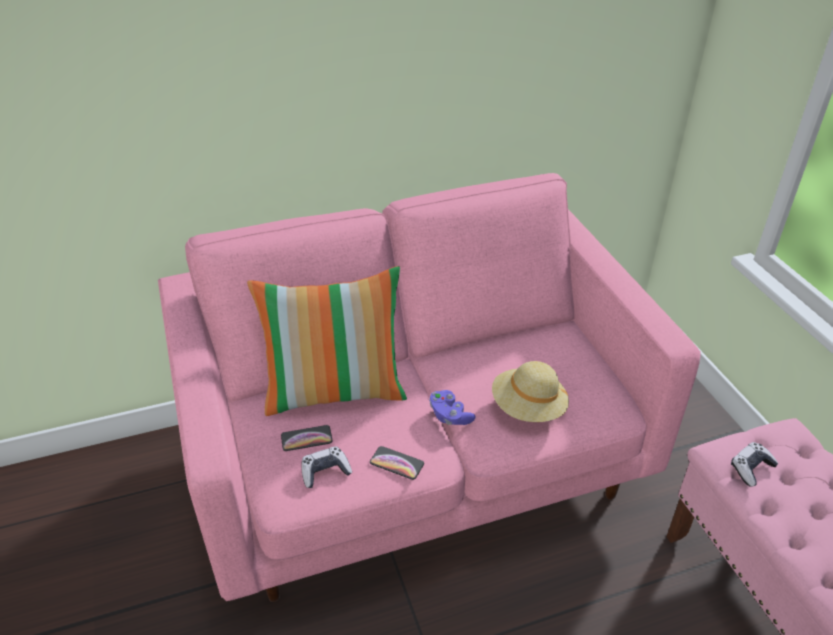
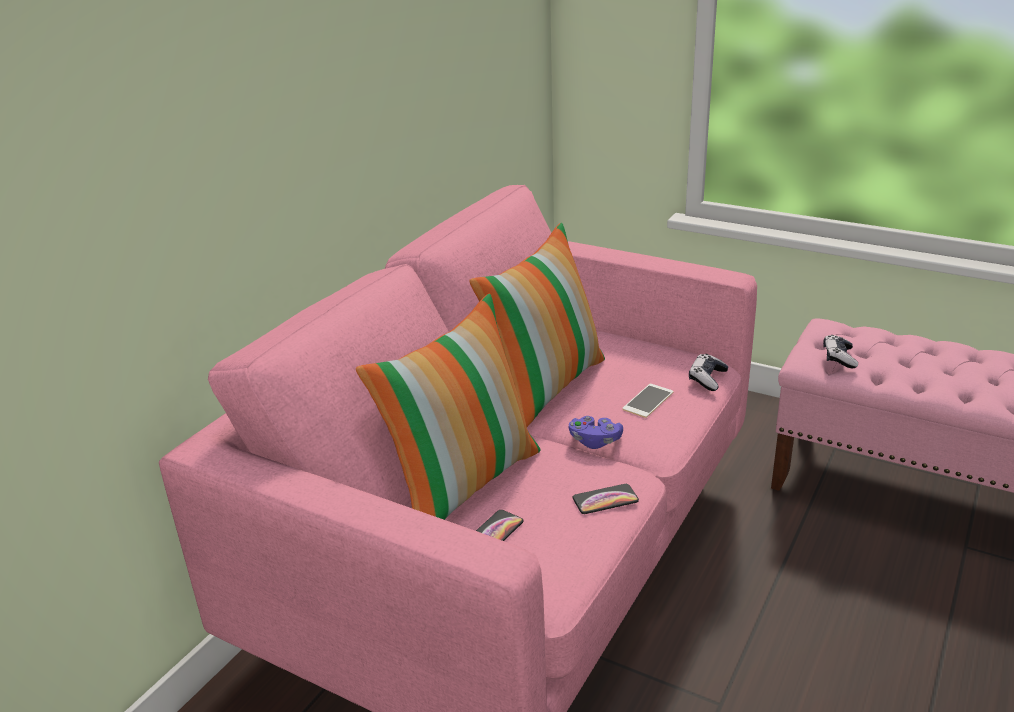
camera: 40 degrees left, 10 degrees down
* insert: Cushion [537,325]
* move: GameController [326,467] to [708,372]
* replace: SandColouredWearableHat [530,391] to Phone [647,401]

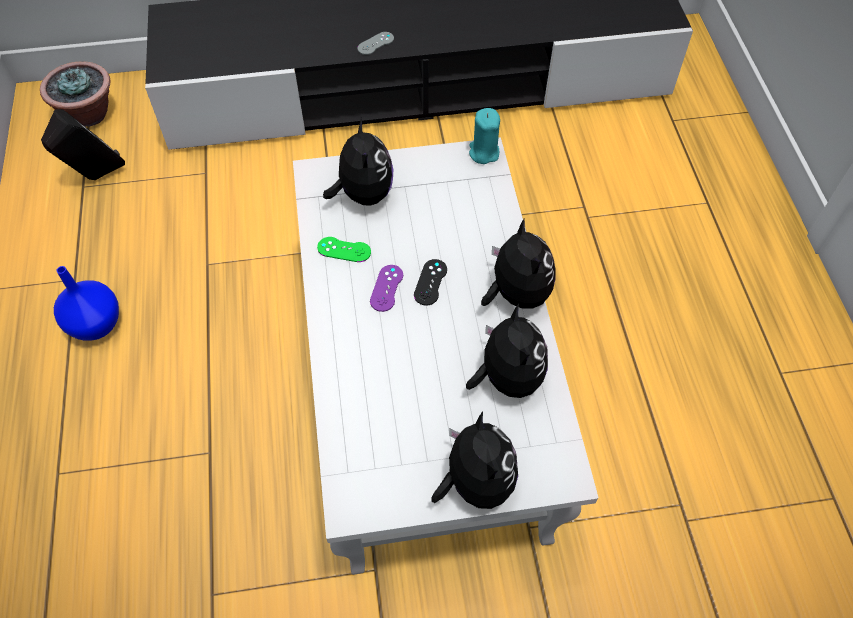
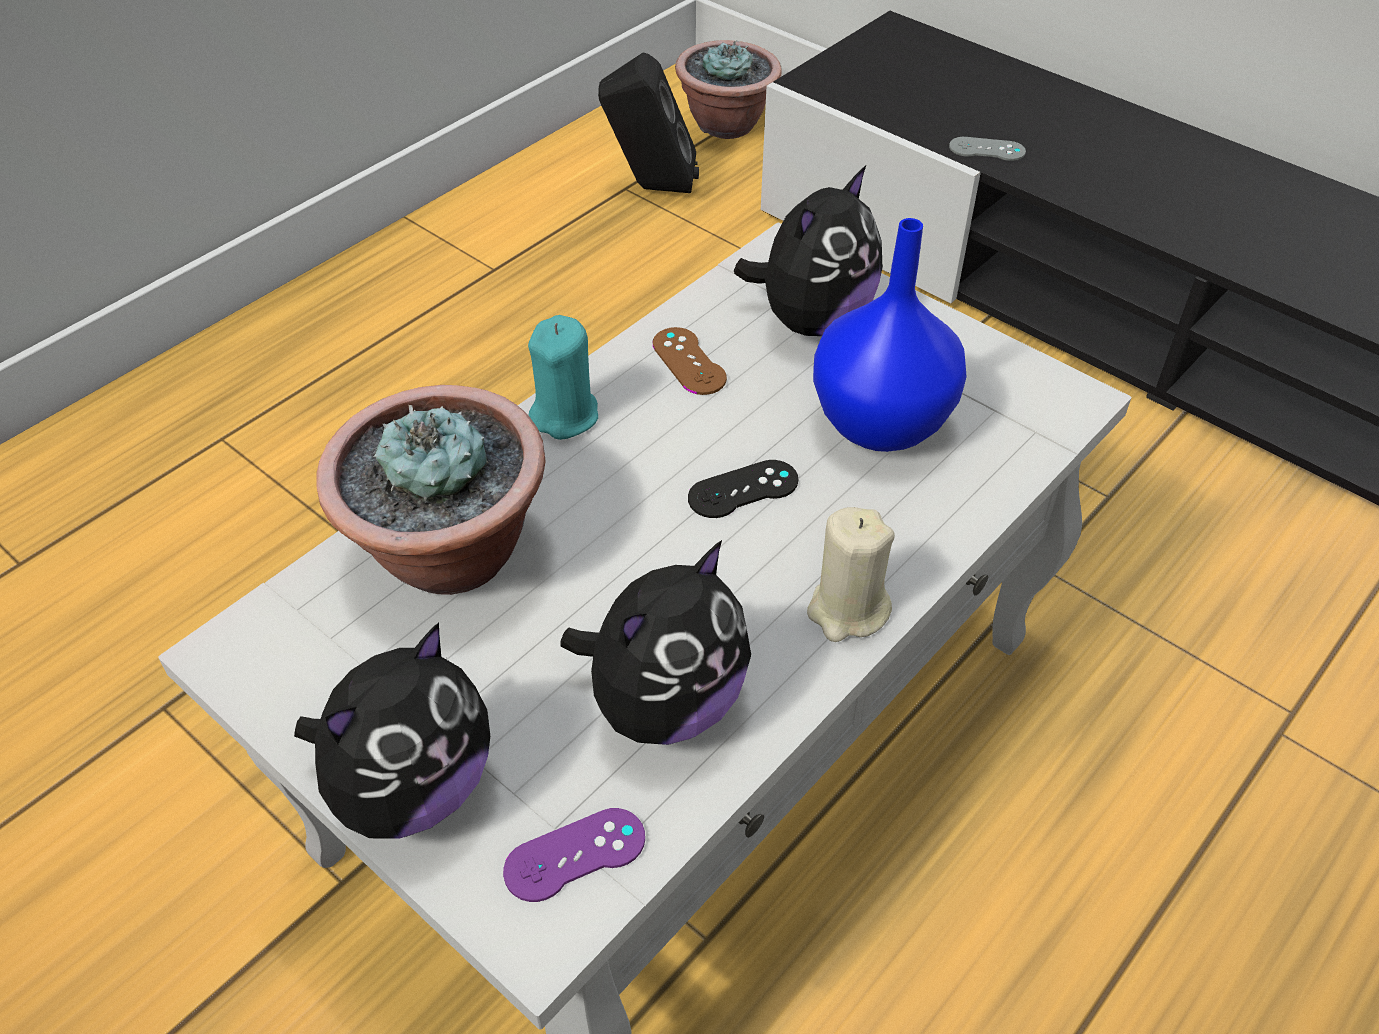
camera: 50 degrees right, 10 degrees down
* insert: Houseplant [431,490]
* move: BluishVase [86,303] to [890,335]
* move: GreyGameController [375,43] to [987,149]
* move: PurpleGameController [386,288] to [574,855]
* move: TurquoiseCandle [484,136] to [563,377]
* replace: CuddlyToy [518,262] to SandColouredCandle [851,574]
* recolor: GreenColouredGameController [344,249] to BrownGameController [690,361]

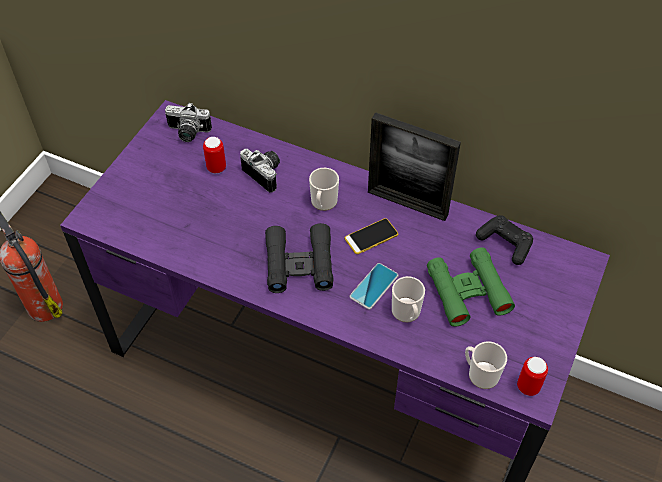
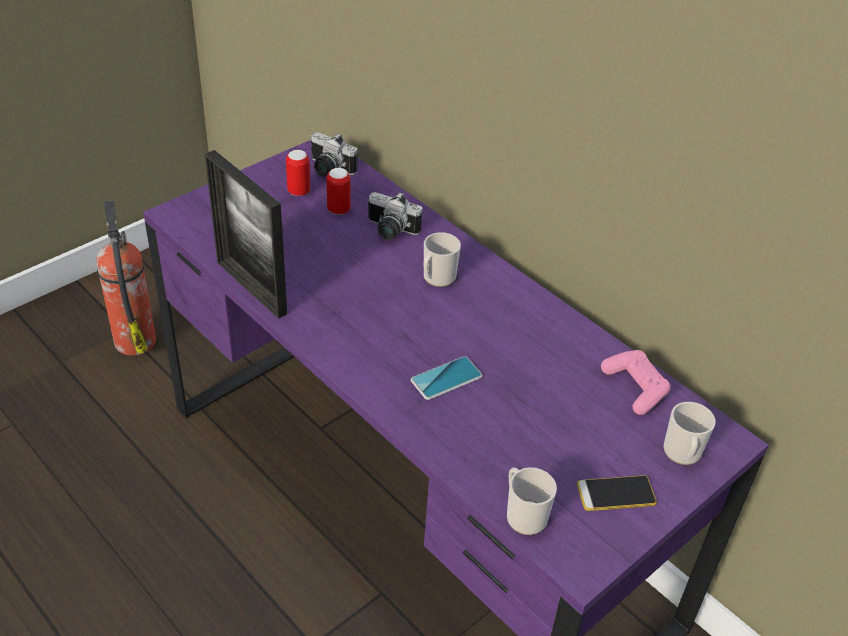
camera: 20 degrees right, 10 degrees down
* delete: BlackishPairOfBinoculars [299,258]
* delete: GreenColouredPairOfBinoculars [471,287]
* move: Phone [371,236] to [617,493]
* move: StandingFrame [414,166] to [246,234]
* move: CoffeeMug [408,299] to [689,433]
* move: SealedCan [532,376] to [298,173]
* recolor: BlackishGameController [504,240] to PinkishGameController [636,382]
* rotate: StillCamera [260,171] = [395,216] 135 degrees clockwise

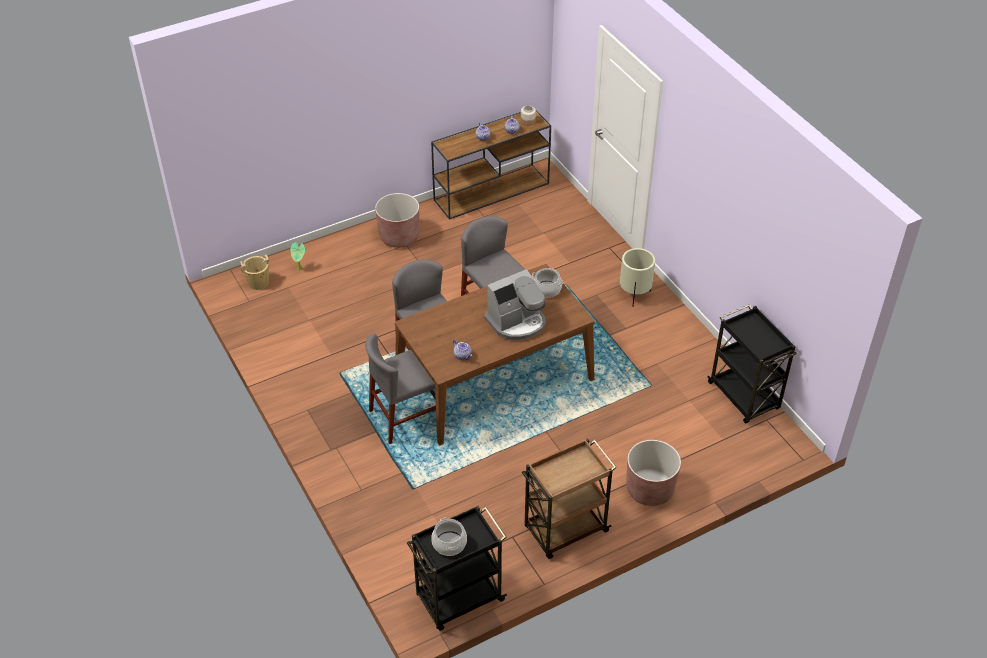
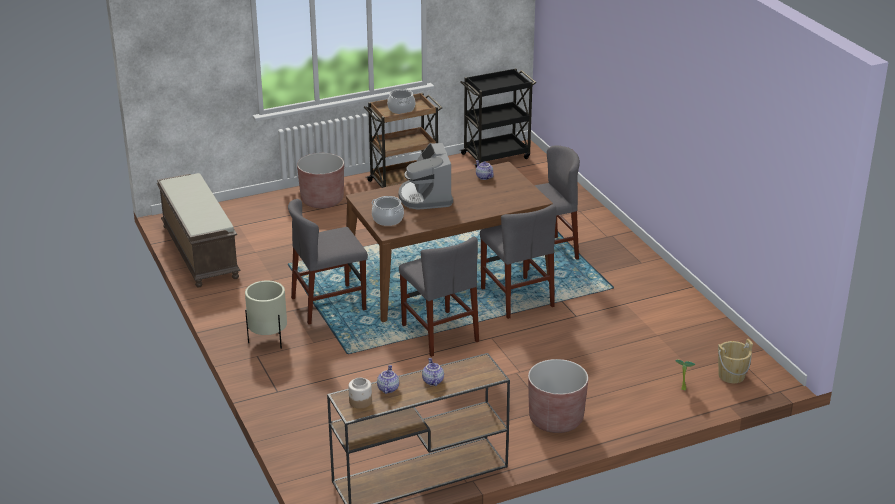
camera: 175 degrees left, 15 degrees down
* insert: GreyPlainChair [328,261]
* move: Stockpot [449,536] to [401,101]
* replace: BlackishCart [752,364] to BrownBench [199,230]
* rotate: CoffeeMaker [515,304] = [425,176] 75 degrees counterclockwise

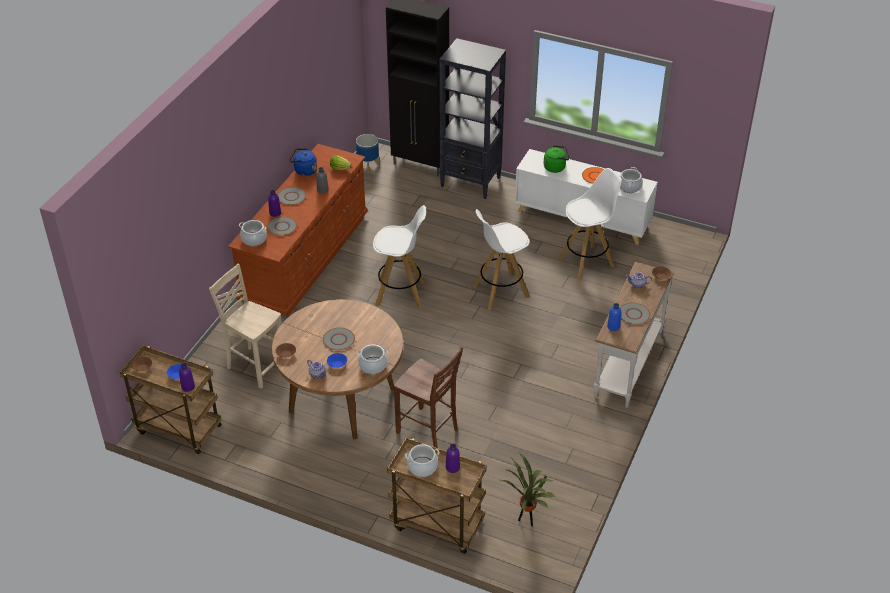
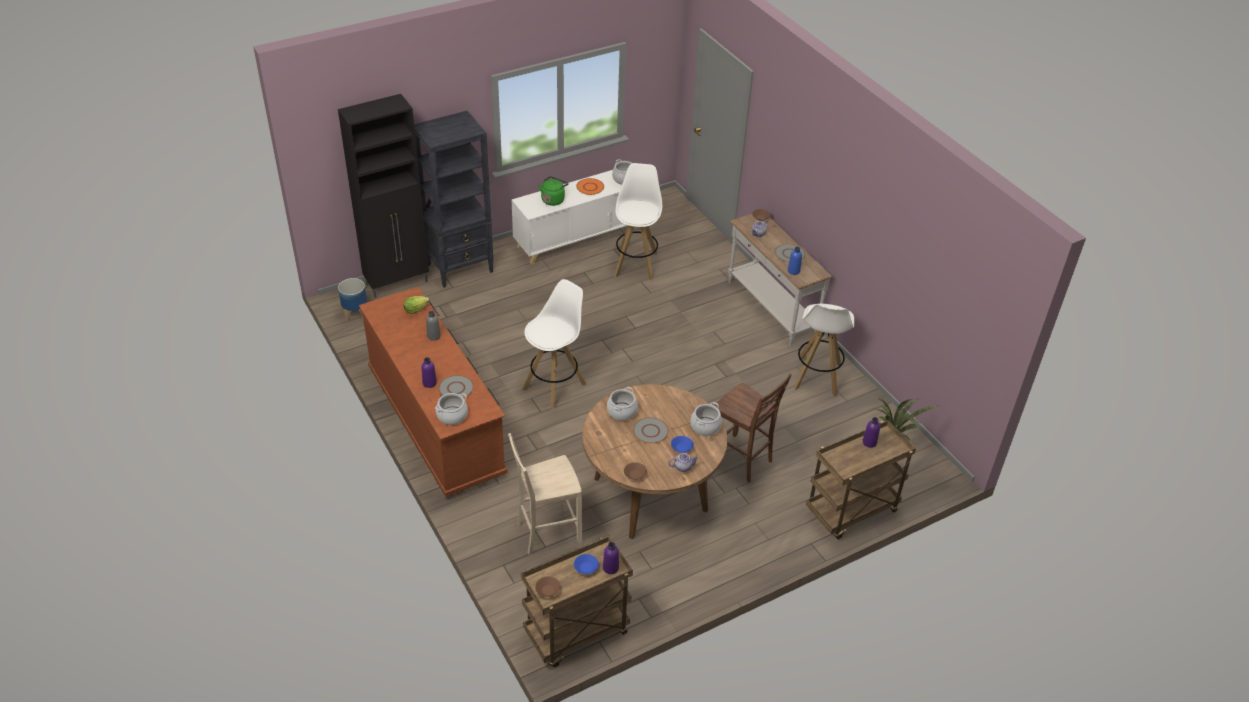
camera: 55 degrees left, 0 degrees up
* delete: GreyPlate [292,196]
* delete: BluishWaterKettle [303,162]
* move: Stockpot [422,460] to [622,404]
* move: WhiteColouredStool [501,259] to [824,350]
* rotate: BrownPlainChair [429,397] = [753,427] 60 degrees clockwise

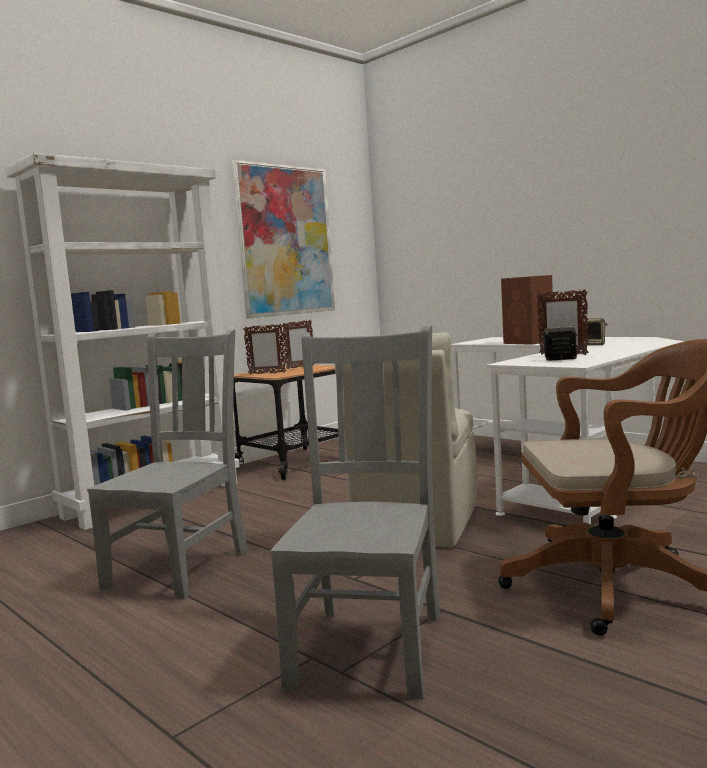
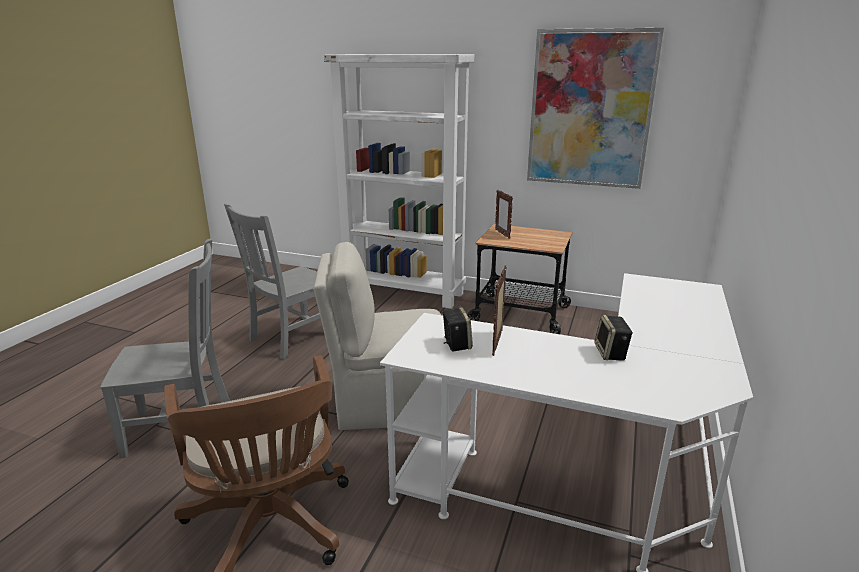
camera: 65 degrees right, 15 degrees up
* delete: StandingFrame [299,344]
* delete: BrownLoudspeaker [527,310]
* rotate: GreyPlainChair [167,464] = [272,281] 135 degrees clockwise

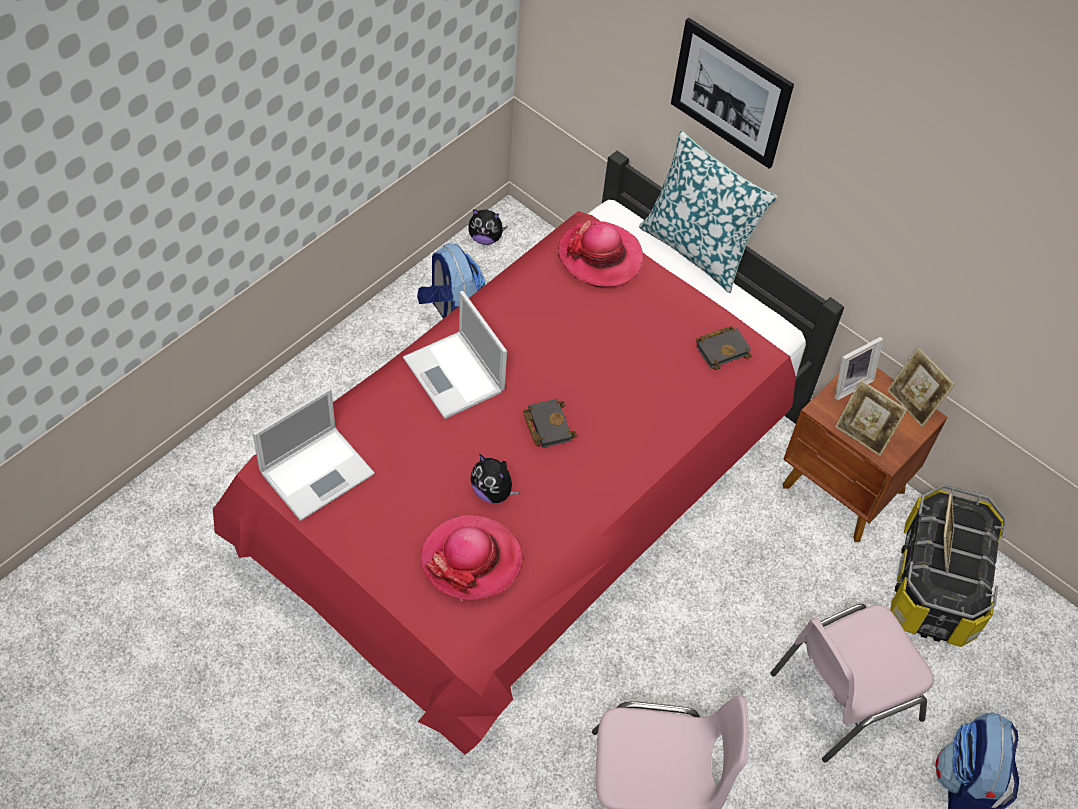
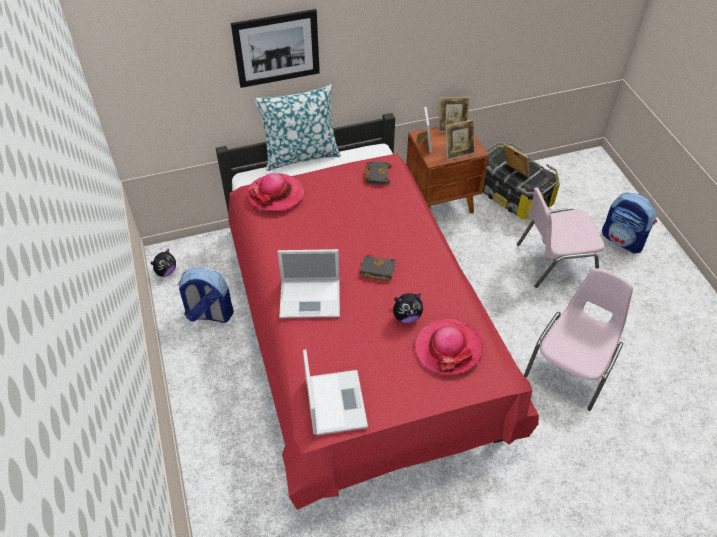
camera: 55 degrees left, 5 degrees down
* rotate: PinkishPlainChair [852,683] = [561,237] 75 degrees clockwise

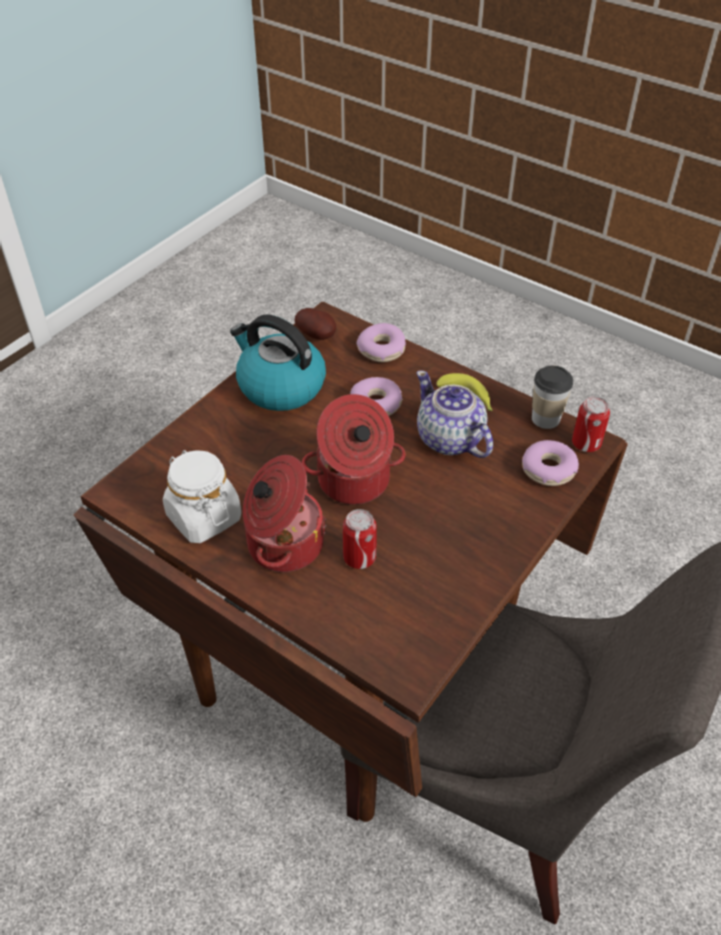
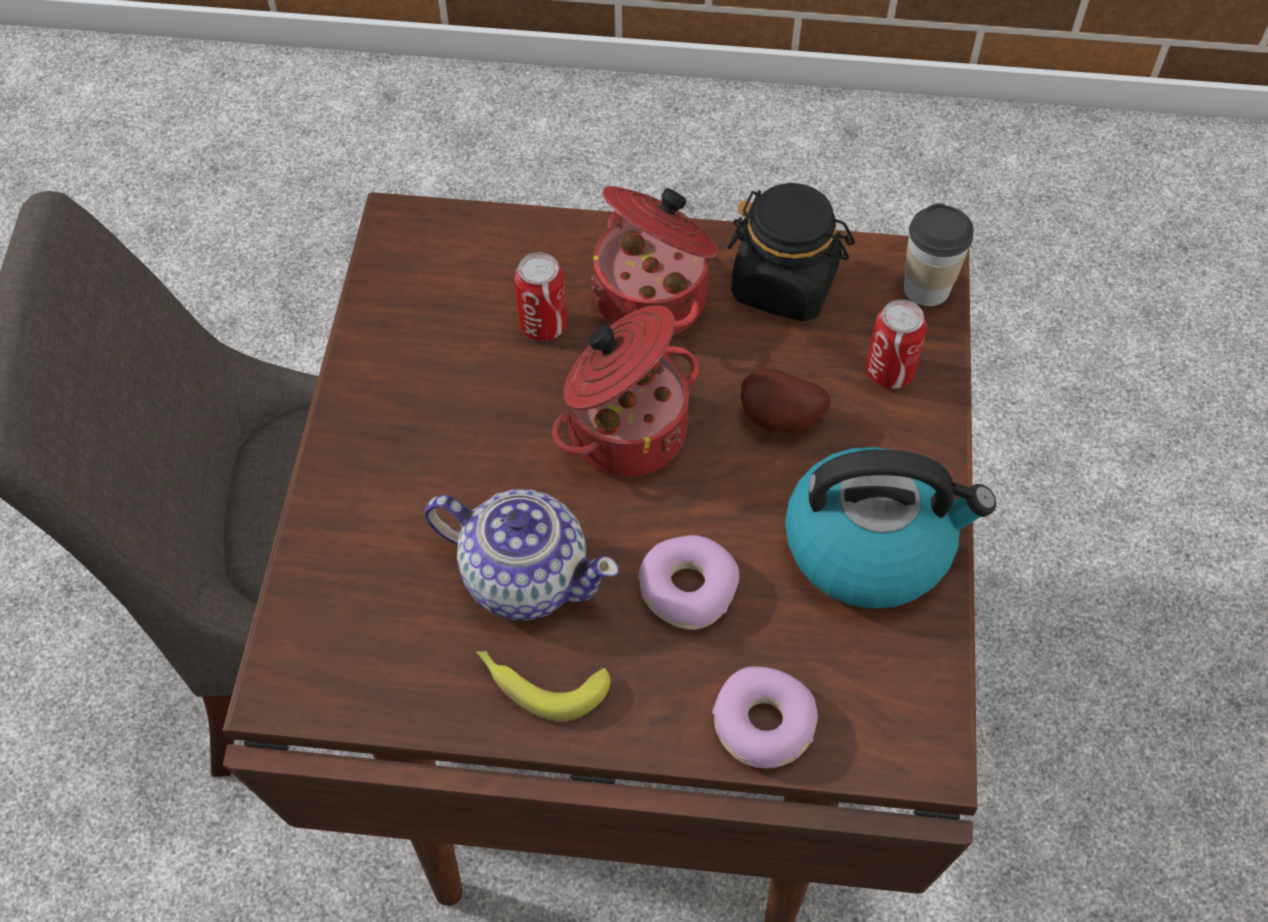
camera: 150 degrees right, 10 degrees up
* delete: RingDoughnut [550,463]
* move: WholePotato [315,324] to [785,401]
* move: DrinkingCup [552,397] to [939,254]
* move: SealedCan [591,424] to [896,344]
* recolor: WhiteColouredPreserveJar [202,496] to BlackishPreserveJar [791,252]

